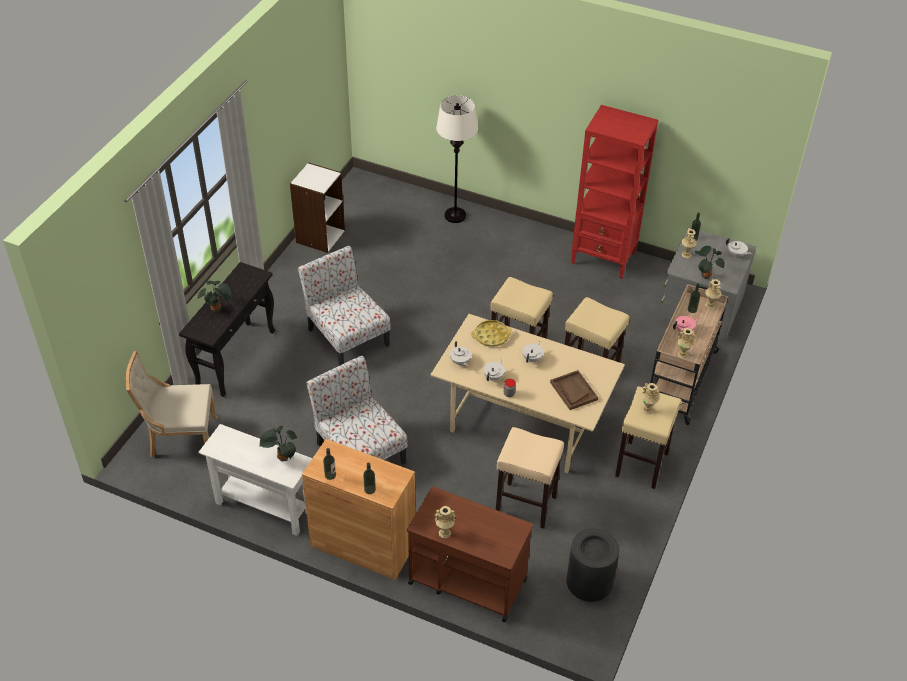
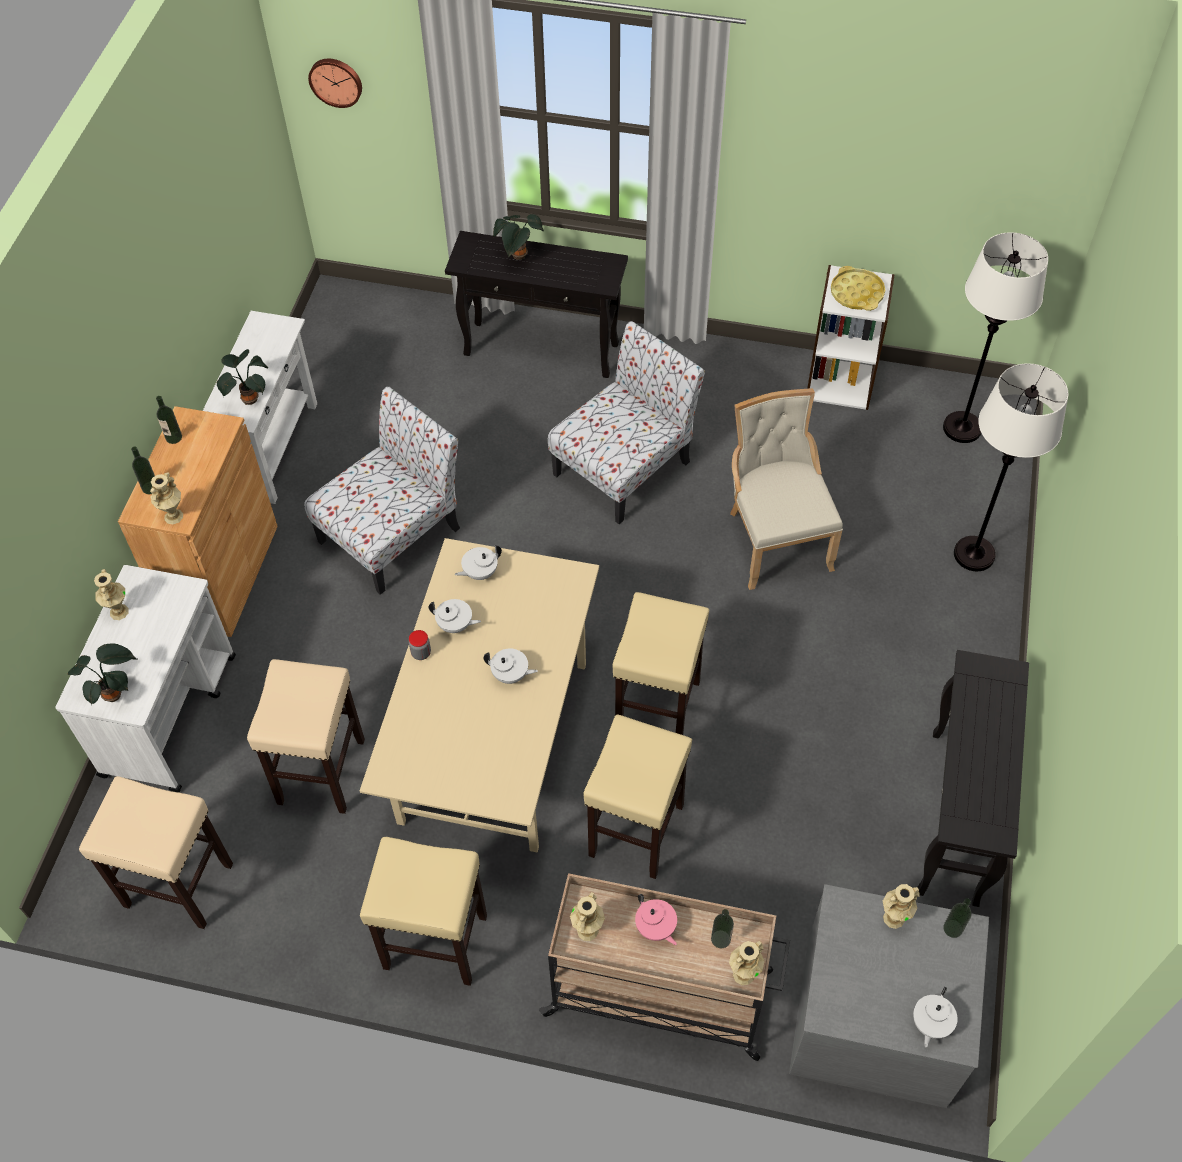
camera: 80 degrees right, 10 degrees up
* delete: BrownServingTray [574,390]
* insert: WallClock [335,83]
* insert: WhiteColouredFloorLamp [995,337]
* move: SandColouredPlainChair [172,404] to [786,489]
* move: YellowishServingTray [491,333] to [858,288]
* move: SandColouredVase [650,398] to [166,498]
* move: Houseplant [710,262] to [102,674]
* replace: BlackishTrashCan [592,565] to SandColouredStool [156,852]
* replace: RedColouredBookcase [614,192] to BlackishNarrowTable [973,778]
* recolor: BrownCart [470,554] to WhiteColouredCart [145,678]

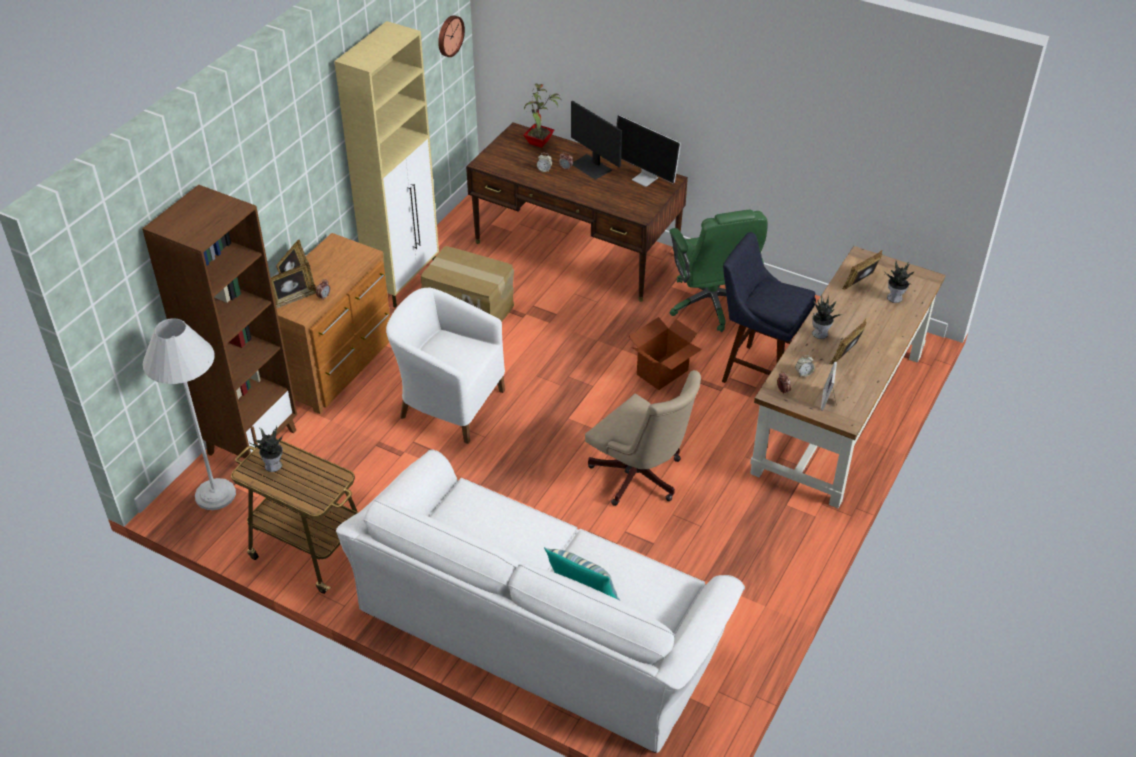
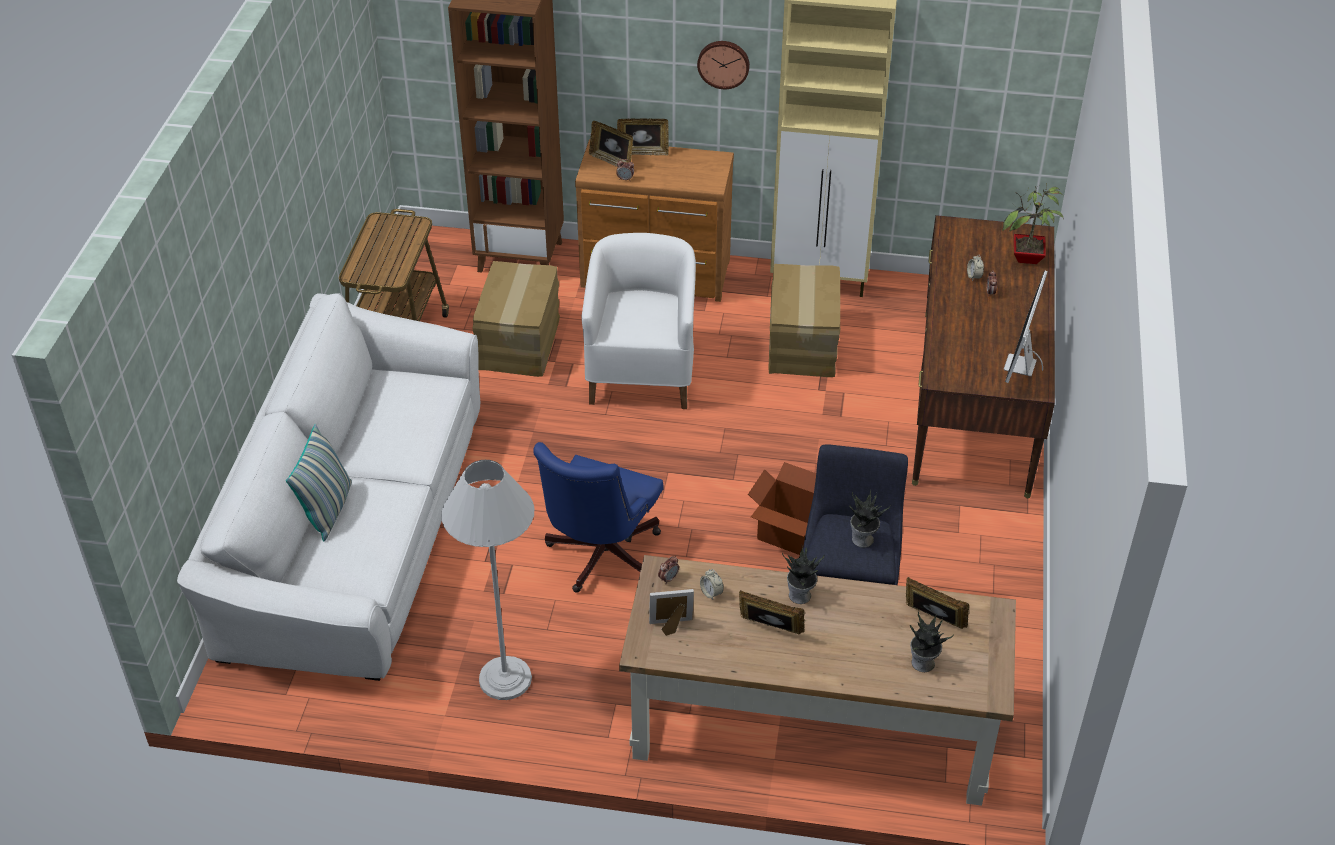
camera: 70 degrees right, 0 degrees up
* delete: Monitor [596,140]
* delete: GreenColouredComputerChair [719,271]
* insert: PackingBox [516,319]
* move: WhiteColouredFloorLamp [189,414] to [487,580]
* move: Houseplant [266,448] to [869,519]
* move: WallClock [451,36] to [723,65]
* recolor: SandColouredComputerChair [643,438] to BluishComputerChair [598,517]

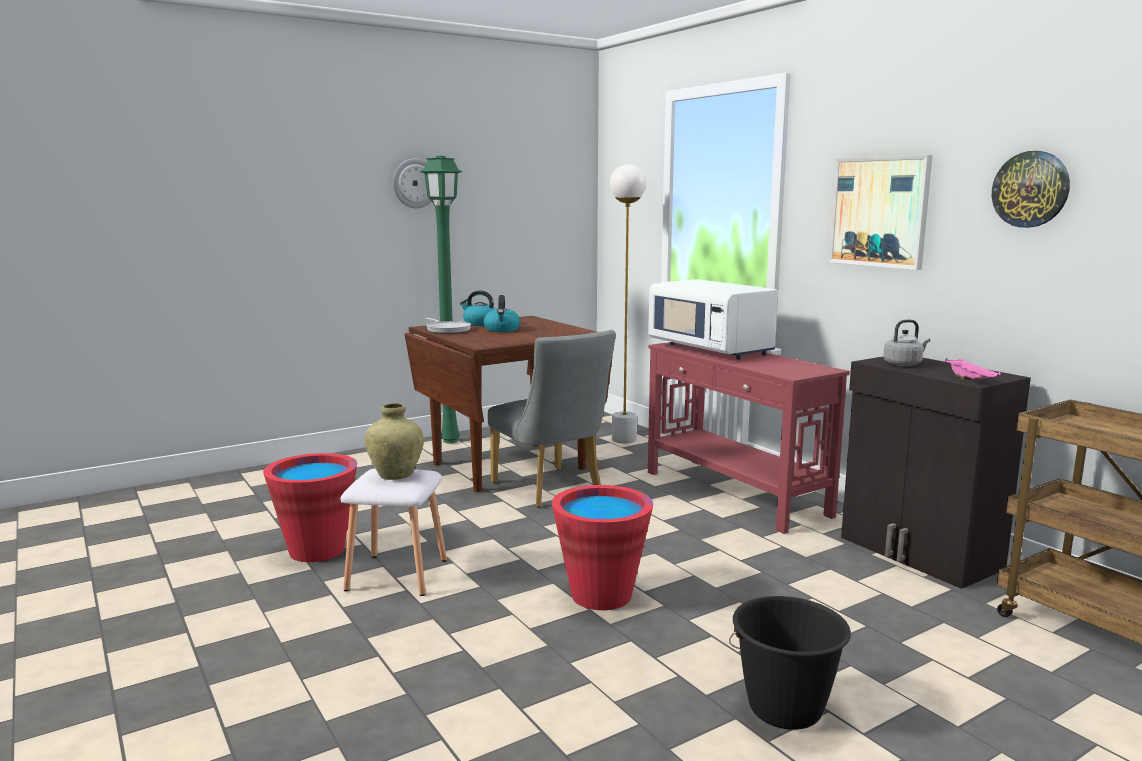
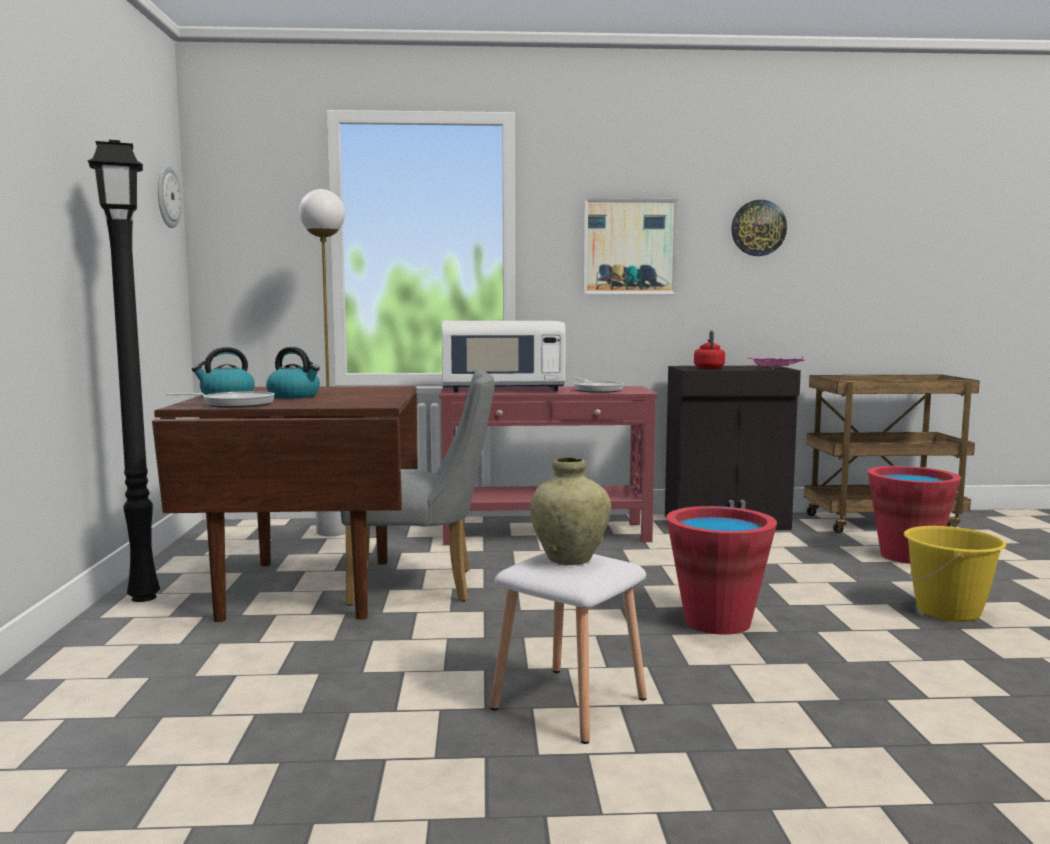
camera: 60 degrees left, 5 degrees down
* insert: Skillet [598,385]
* move: RedColouredPail [310,507] to [914,515]
* move: WallClock [412,183] to [170,197]
* recolor: GreenColouredFloorLamp [441,299] to BlackishFloorLamp [124,371]
* recolor: BlackishPail [790,663] to YellowishPail [955,574]
* recolor: GreyWaterKettle [906,343] to RedColouredWaterKettle [709,349]

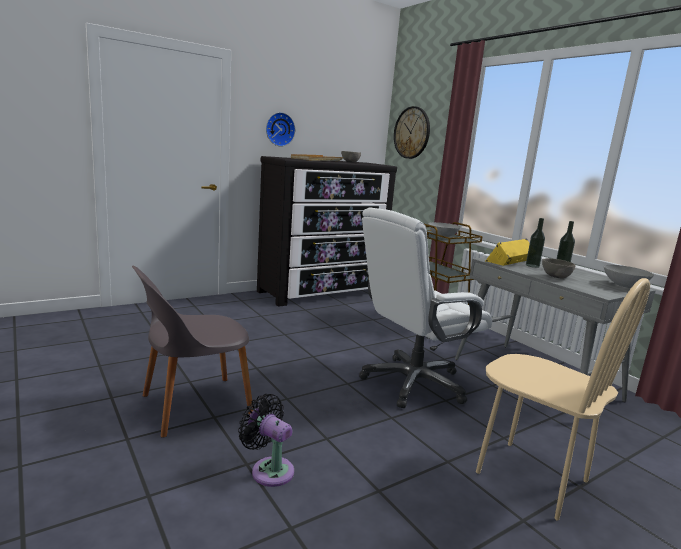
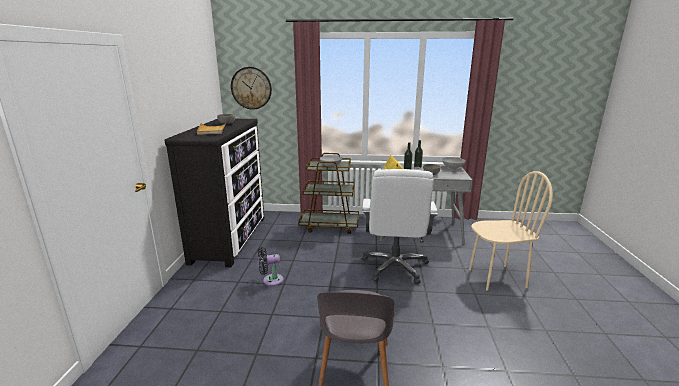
camera: 50 degrees left, 5 degrees up
* delete: WallClock [280,129]
* move: BlackishElectricFan [266,440] to [271,266]

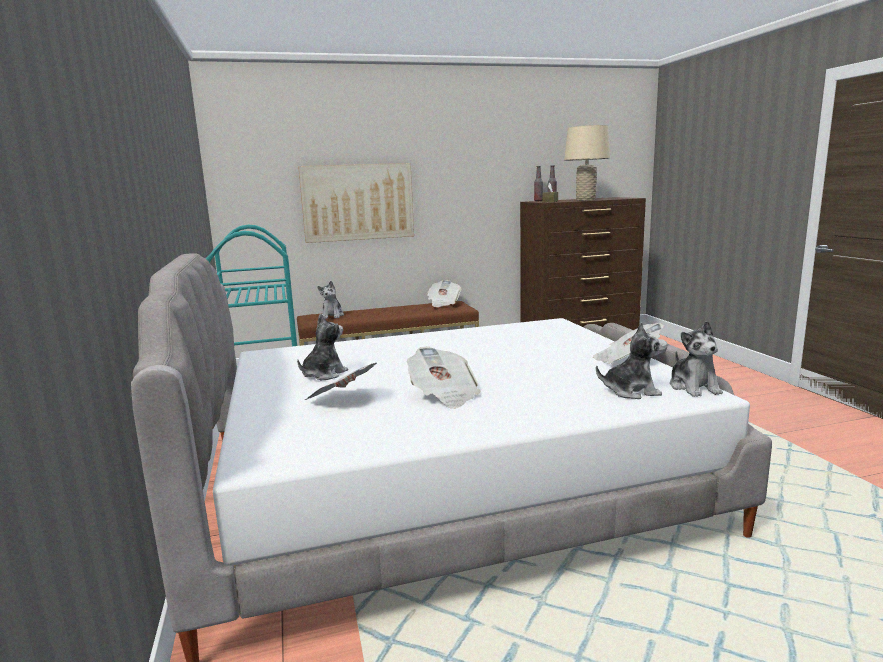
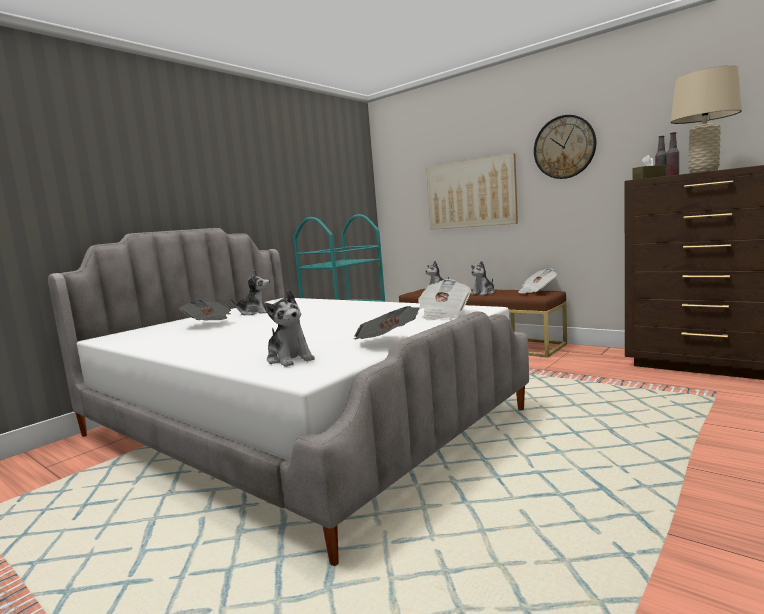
camera: 55 degrees right, 5 degrees down
* insert: WallClock [565,147]
* move: DailyPaper [444,378] to [444,299]
* move: CuddlyToy [696,359] to [483,278]

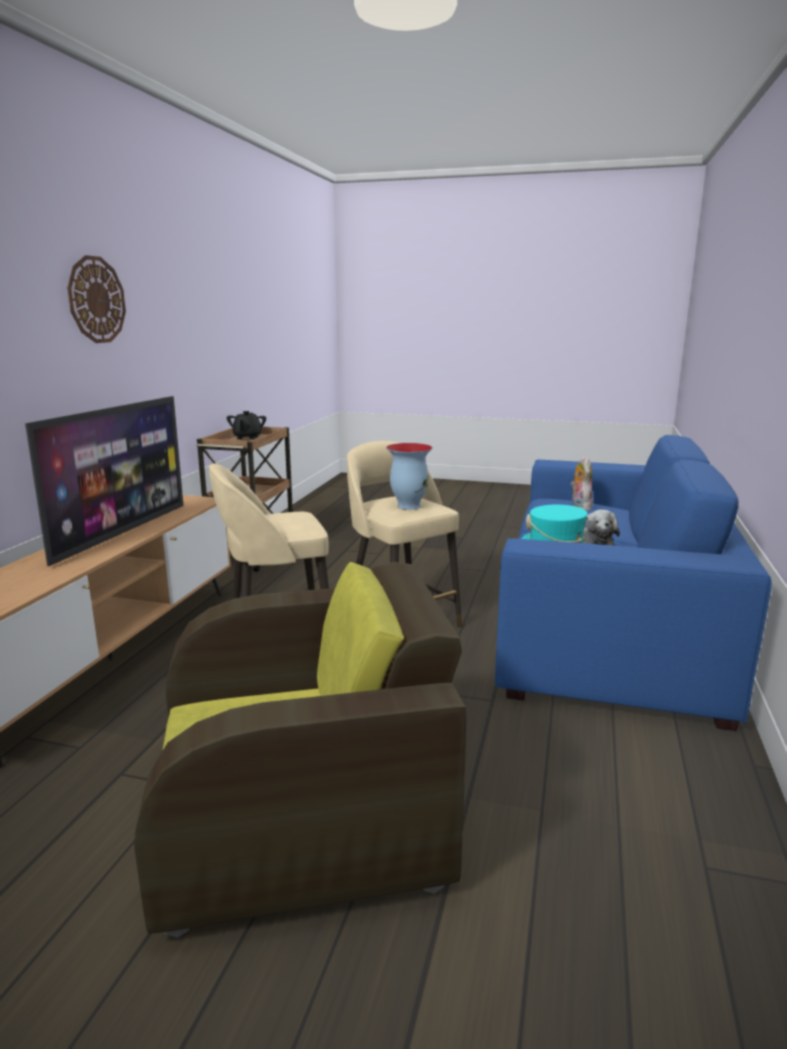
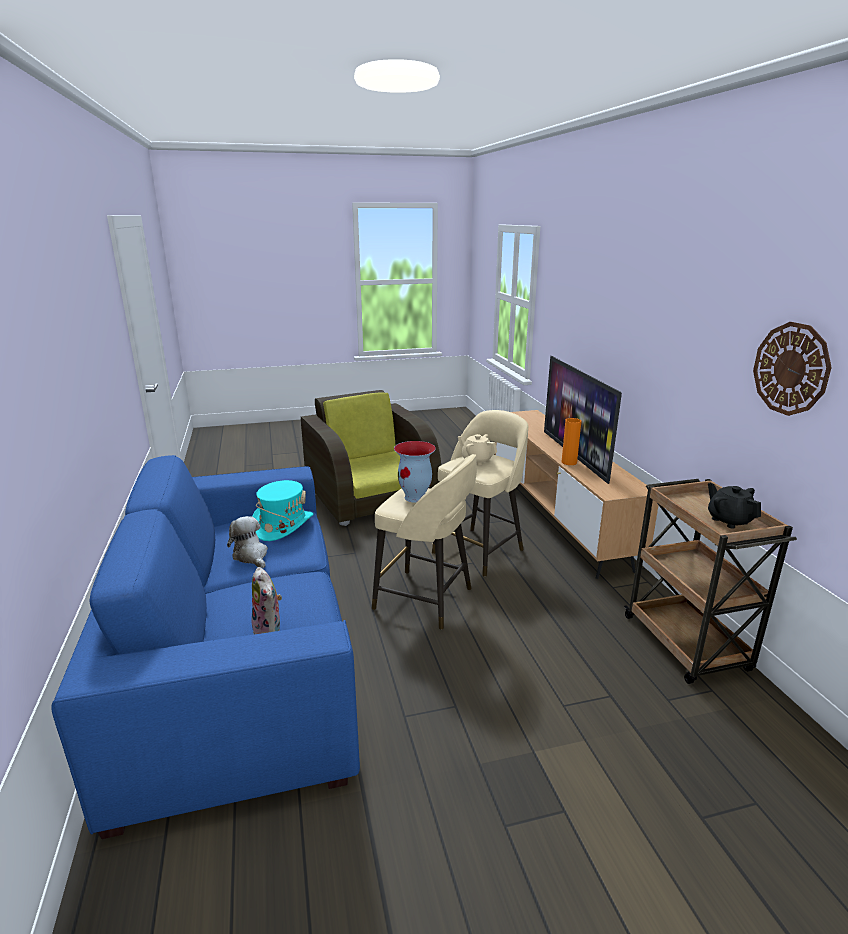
camera: 150 degrees right, 5 degrees up
* insert: SandColouredTeapot [477,449]
* insert: OrangeColouredVase [571,441]
* move: WallClock [96,299] to [792,369]
* rotate: BrownLoungeChair [300,750] = [371,458] 105 degrees clockwise

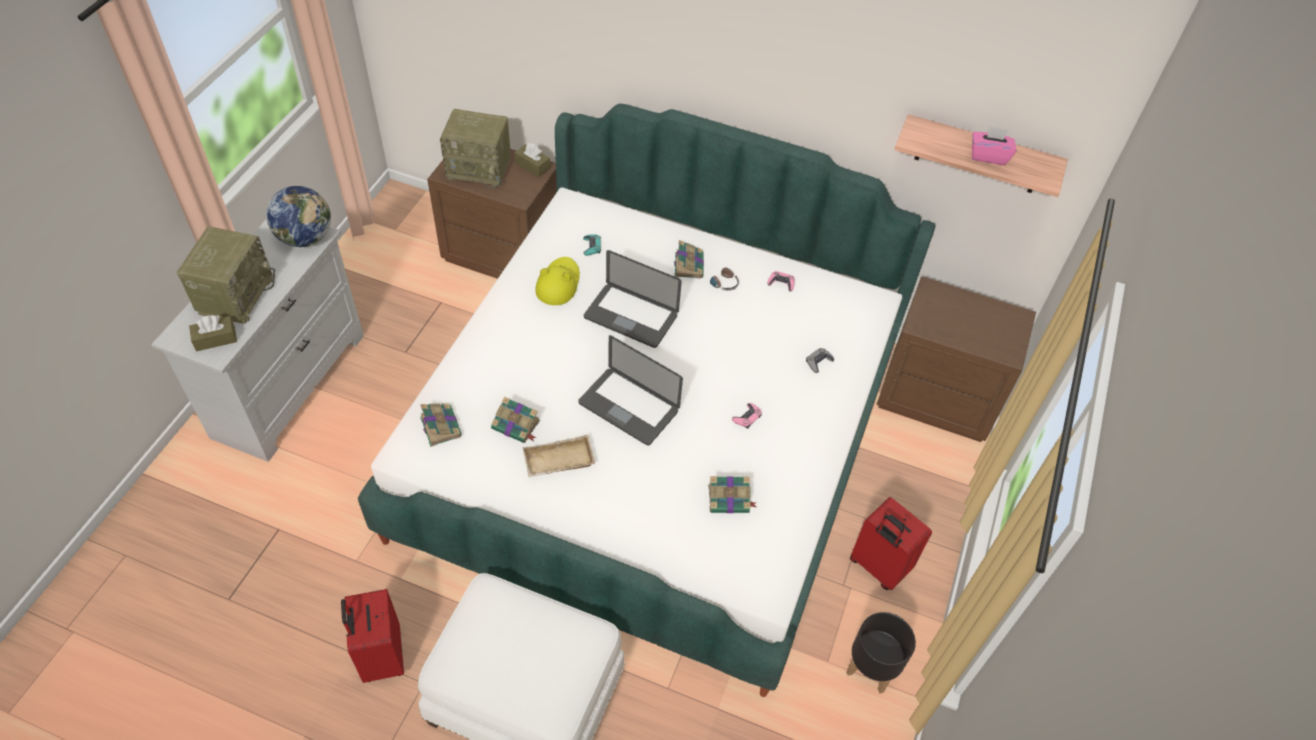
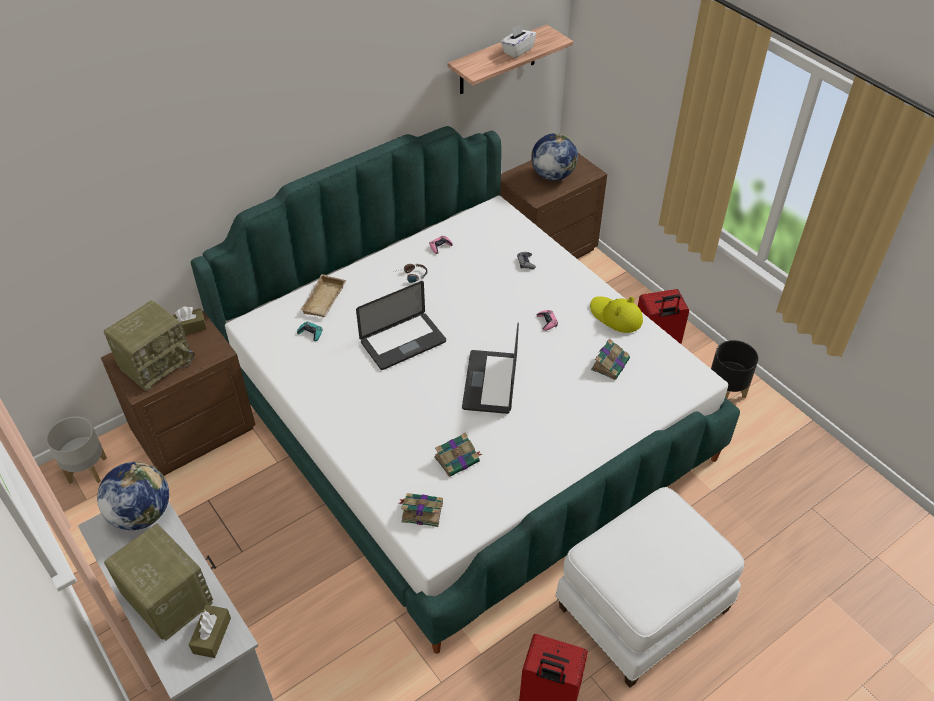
camera: 55 degrees left, 5 degrees down
* delete: Volume [689,259]
* insert: GreyFlowerPot [76,450]
* insert: DeskGlobe [554,157]
* move: SandColouredServingTray [559,456] to [323,295]
* move: YellowishWearableHat [557,281] to [616,314]
* recolor: PinkishTissueHolder [994,145] to WhiteColouredTissueHolder [518,41]
* rotate: Laptop [630,390] = [490,368] 120 degrees clockwise

